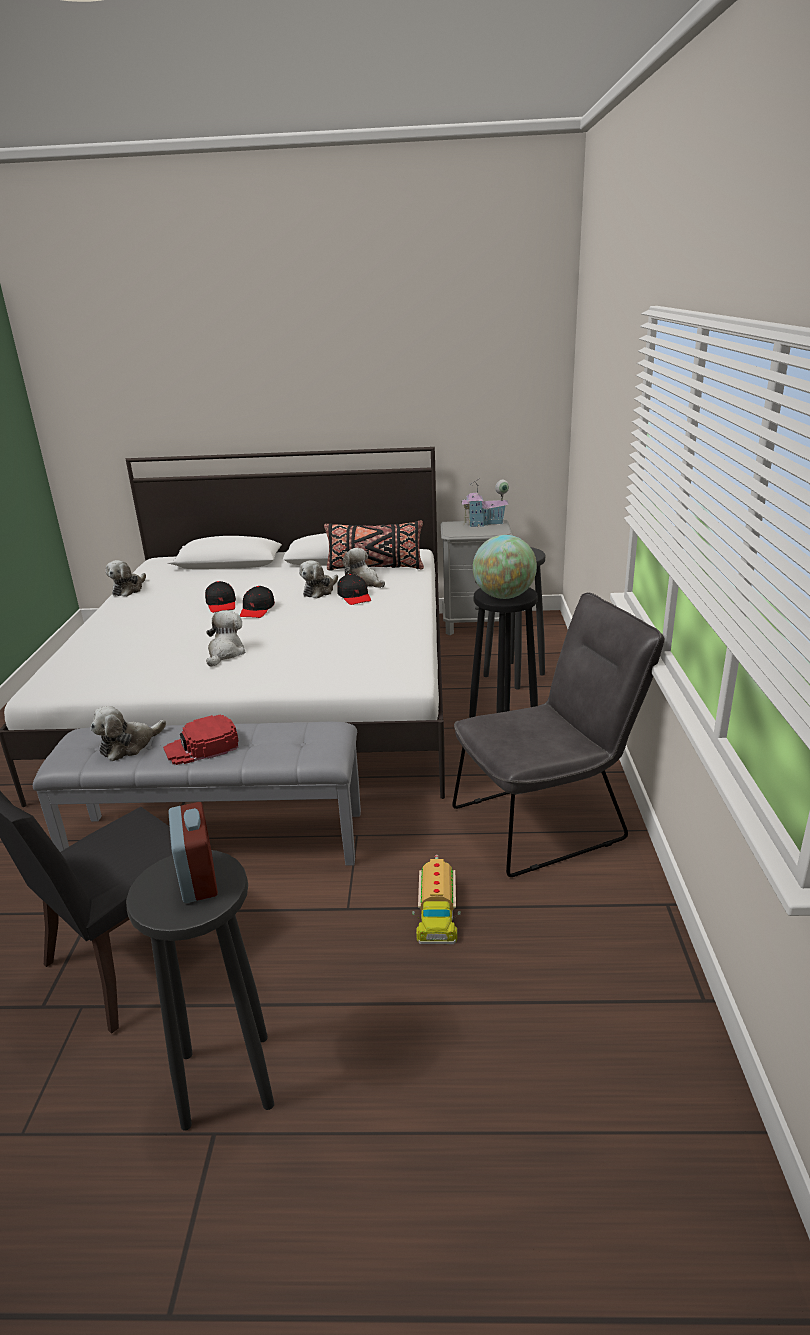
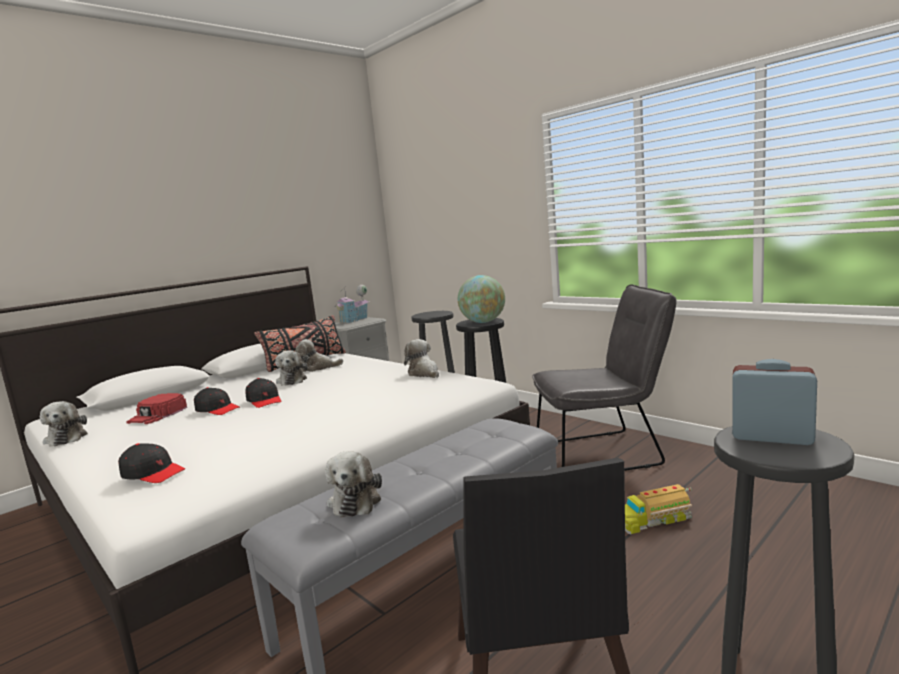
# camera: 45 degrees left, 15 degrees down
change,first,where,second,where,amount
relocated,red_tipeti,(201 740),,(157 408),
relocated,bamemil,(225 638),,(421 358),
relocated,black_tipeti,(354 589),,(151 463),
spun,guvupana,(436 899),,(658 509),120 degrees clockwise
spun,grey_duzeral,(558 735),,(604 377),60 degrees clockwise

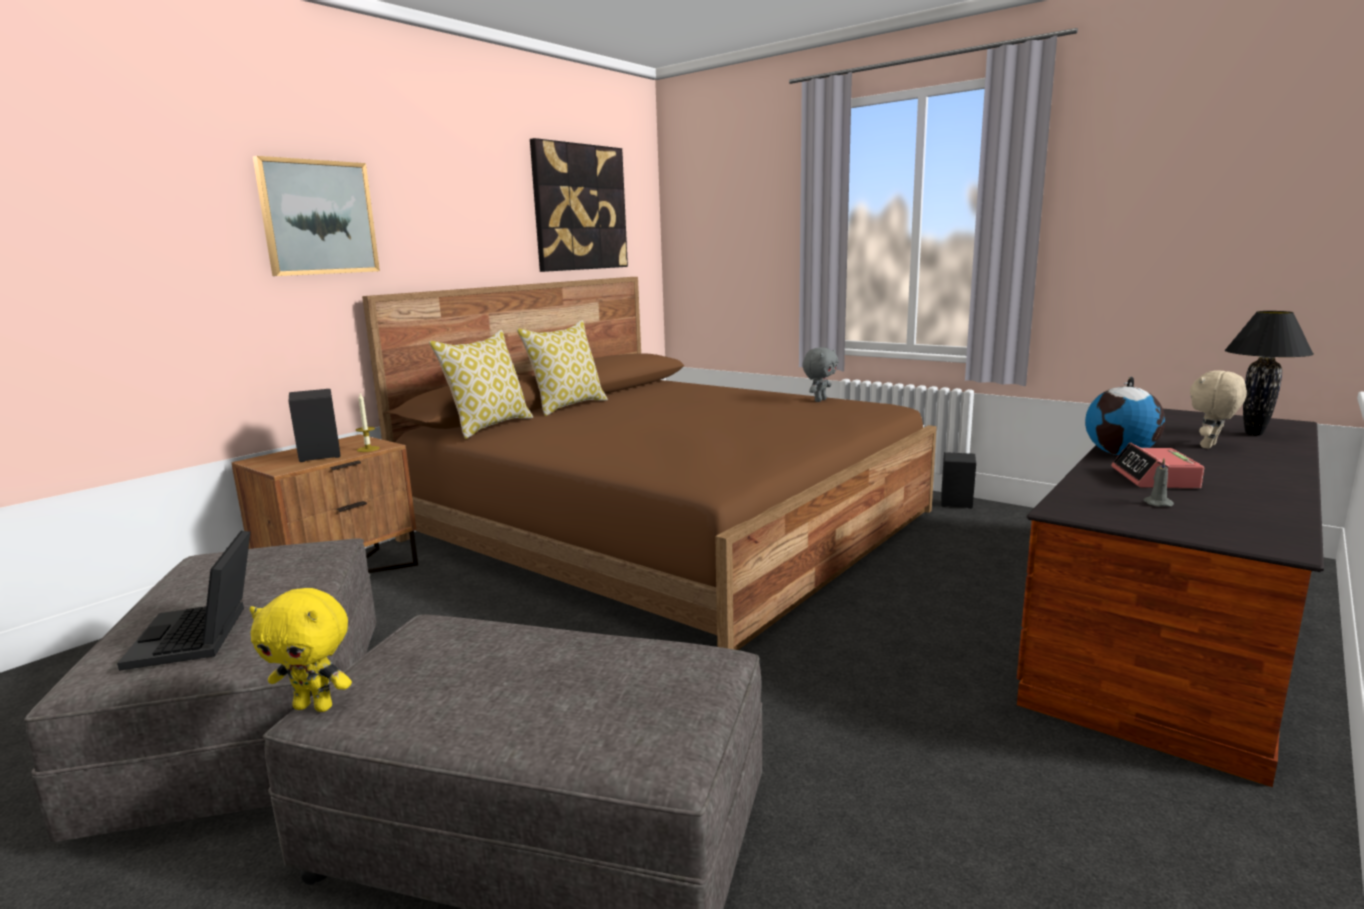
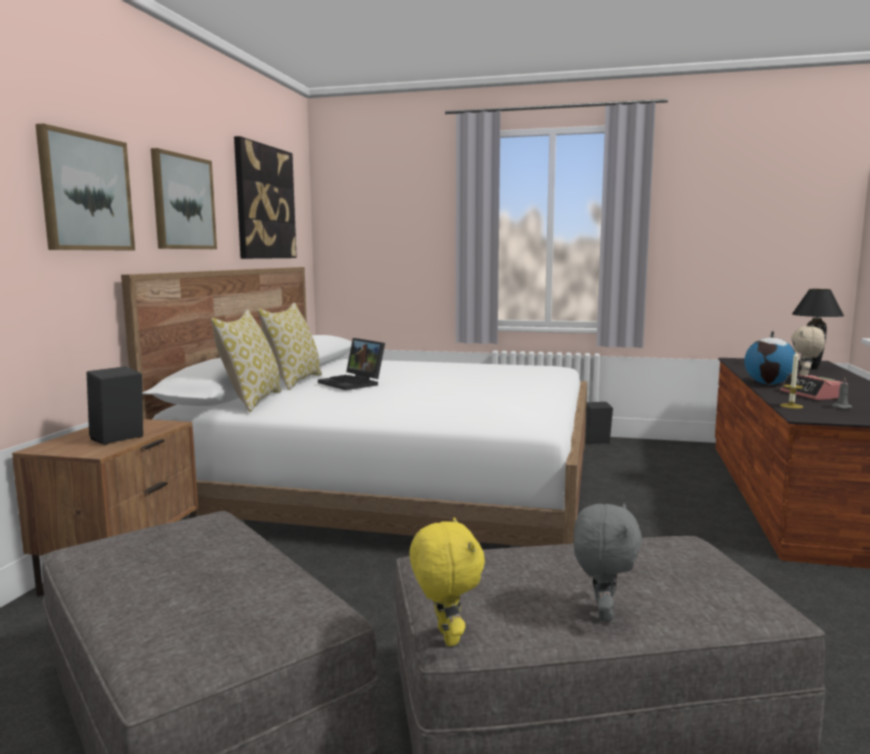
# camera: 25 degrees left, 5 degrees down
change,first,where,second,where,amount
appeared,,,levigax,(184 198),
relocated,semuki,(183 601),,(351 364),
relocated,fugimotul,(368 422),,(791 380),
relocated,grey_bamemil,(820 374),,(608 562),
colour,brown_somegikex,(649 463),white_somegikex,(354 407),
spun,yellow_bamemil,(300 650),,(447 581),90 degrees counterclockwise

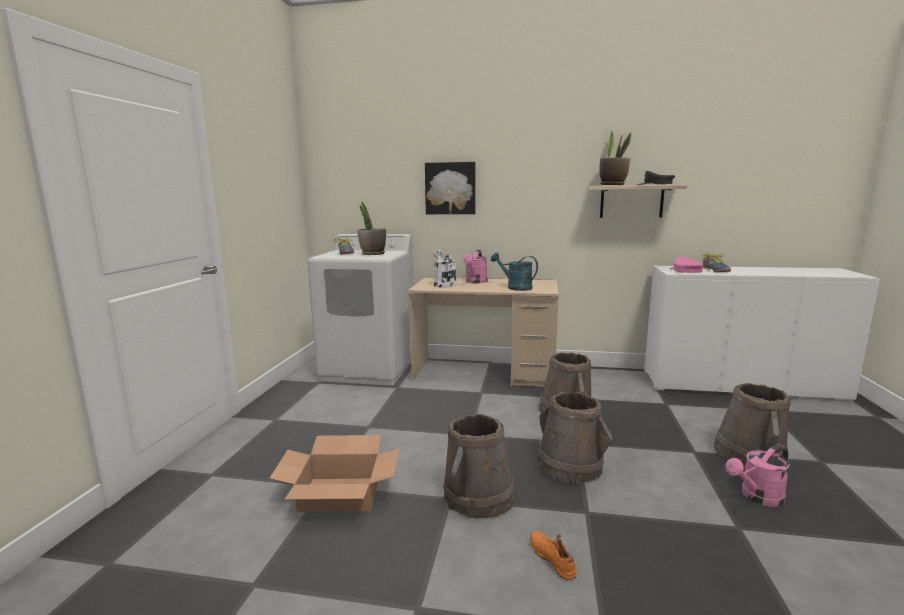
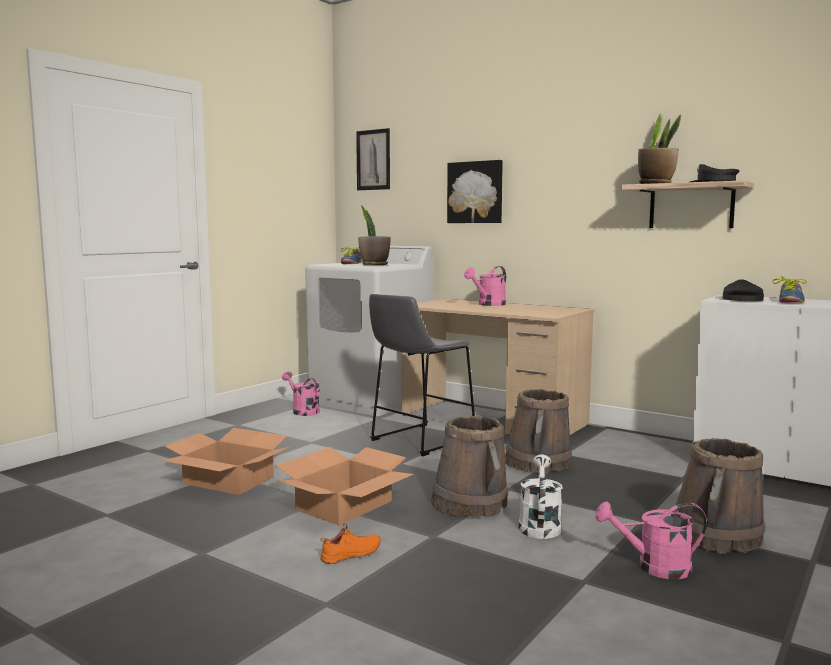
# camera: 25 degrees right, 5 degrees down
change,first,where,second,where,amount
missing,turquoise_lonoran,(514 272),,,
appeared,,,pink_lonoran,(301 393),
appeared,,,levigax,(373 159),
appeared,,,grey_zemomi,(422 374),
relocated,white_lonoran,(445 269),,(540 496),
exchanged,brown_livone,(479 466),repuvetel,(345 486),
colour,pink_tipeti,(686 264),black_tipeti,(743 290),
spun,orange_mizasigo,(553 555),,(350 543),60 degrees clockwise

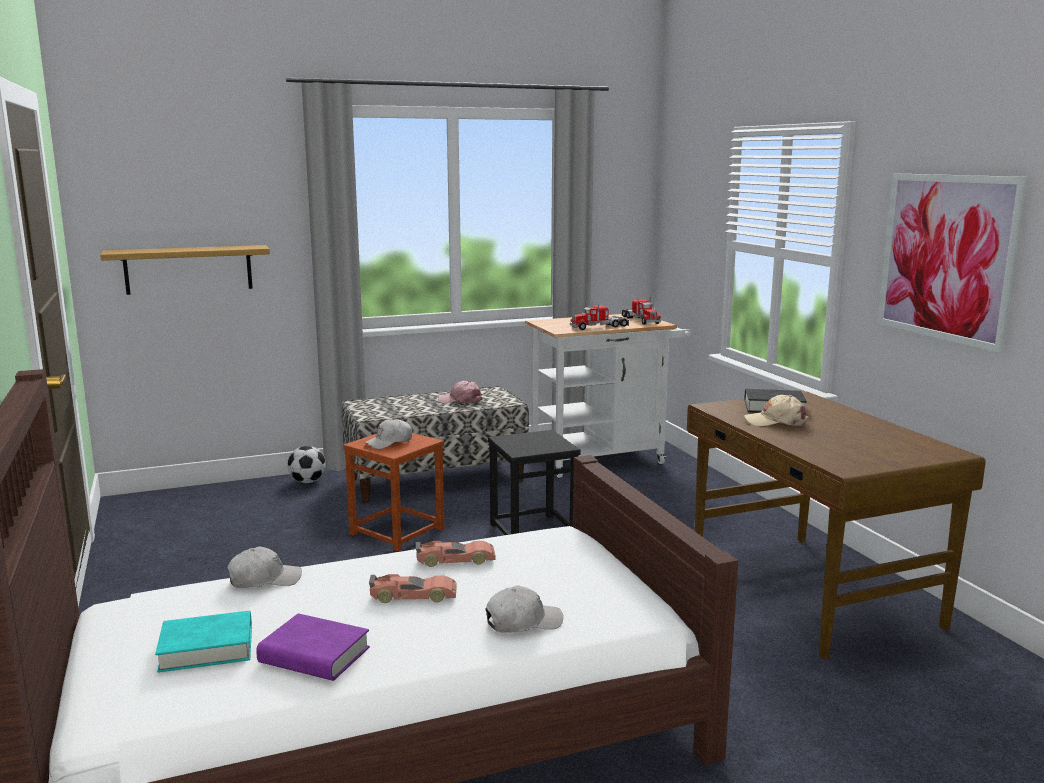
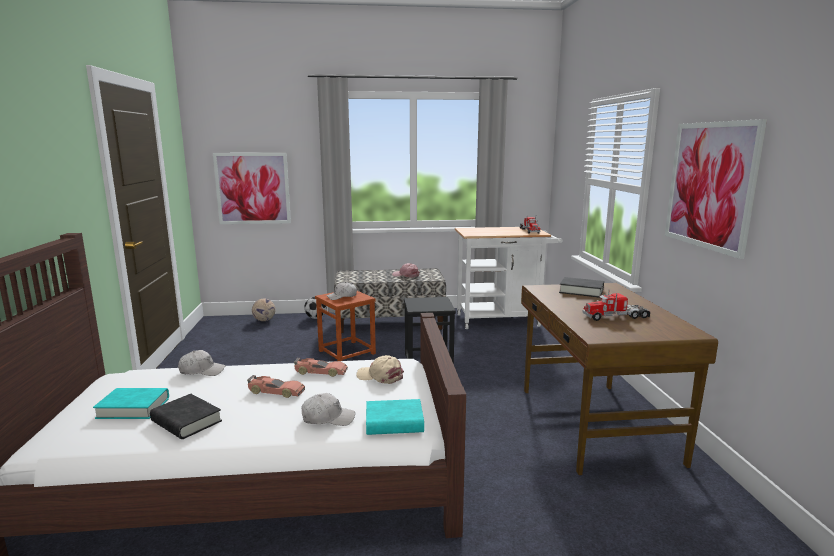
# camera: 15 degrees right, 0 degrees up
change,first,where,second,where,amount
appeared,,,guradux,(264 310),
appeared,,,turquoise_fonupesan,(395 417),
relocated,guvupana,(599 316),,(617 306),
relocated,beige_tipeti,(776 410),,(380 369),
exchanged,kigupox,(185 270),levigax,(252 188),
colour,purple_fonupesan,(313 647),black_fonupesan,(186 416),

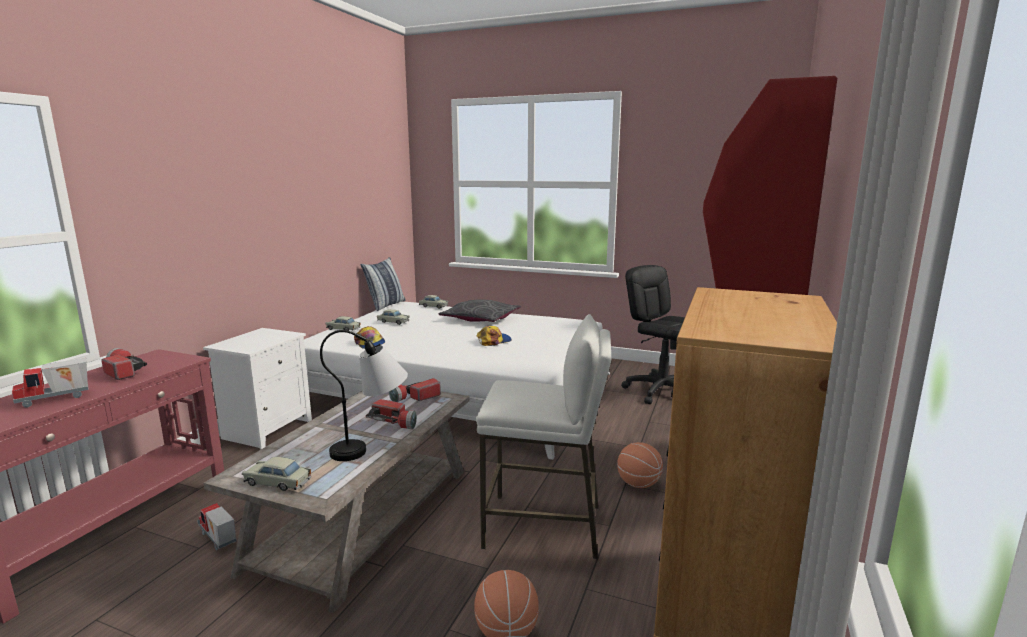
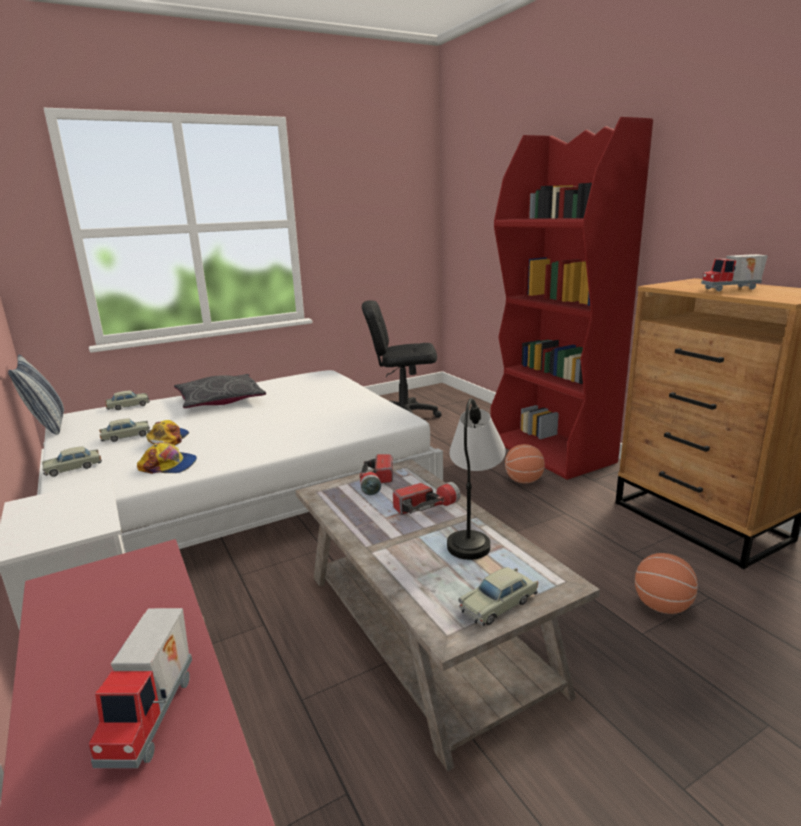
# camera: 50 degrees left, 5 degrees up
change,first,where,second,where,amount
missing,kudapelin,(124 364),,,
missing,white_zemomi,(543 436),,,
relocated,guvupana,(217 527),,(734 272),
relocated,tipeti,(494 336),,(167 432),

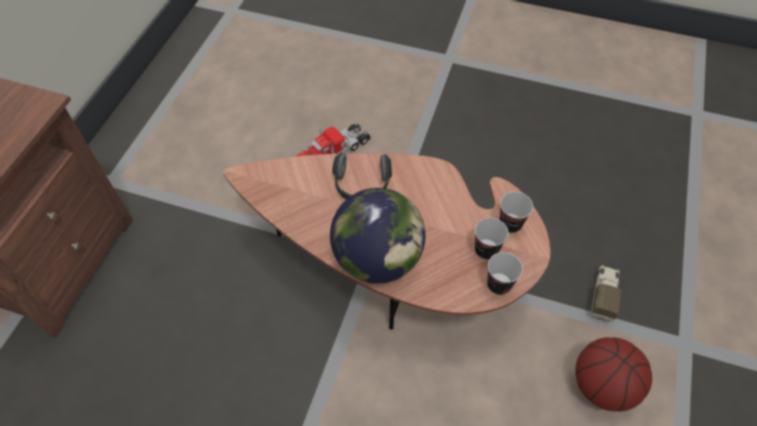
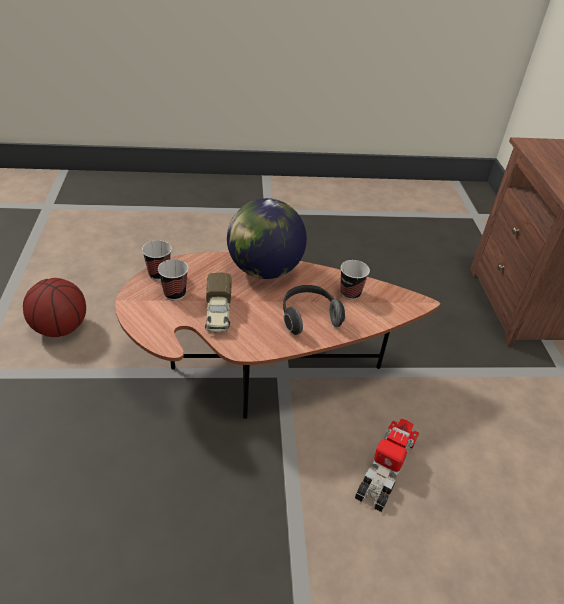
# camera: 155 degrees right, 15 degrees down
change,first,where,second,where,amount
relocated,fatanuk,(516 212),,(355 280),
relocated,guvupana,(606 293),,(218 302),

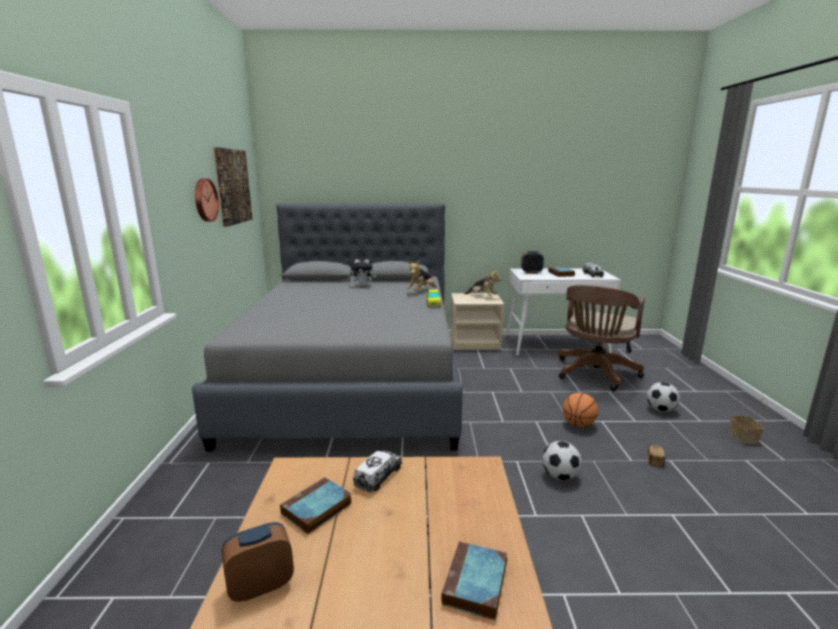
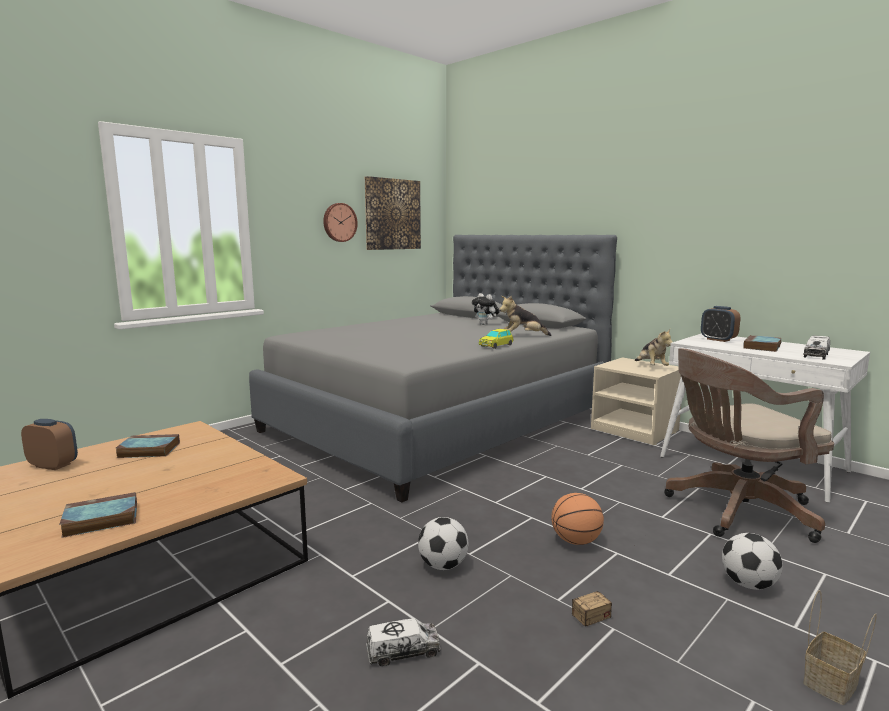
# camera: 45 degrees right, 5 degrees down
change,first,where,second,where,amount
relocated,guvupana,(377 471),,(403 642),

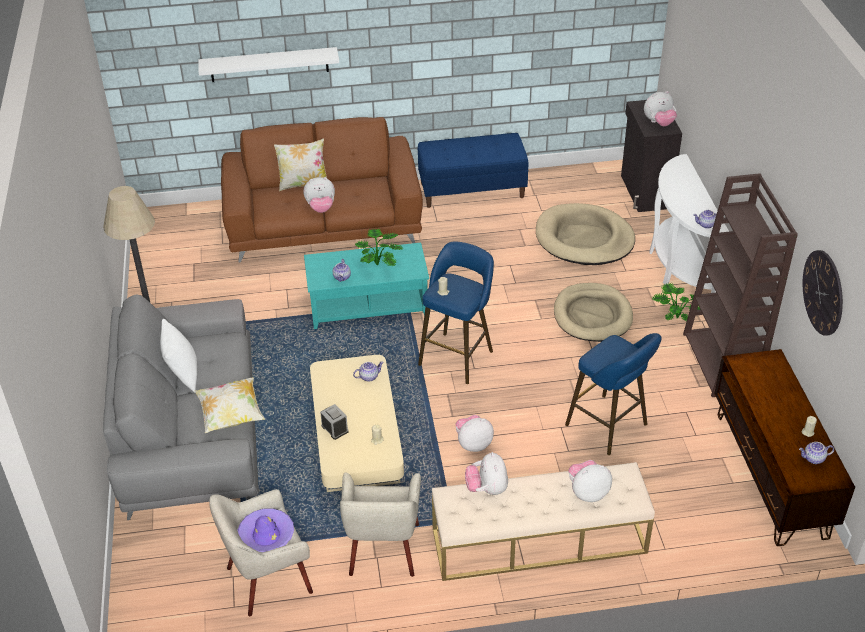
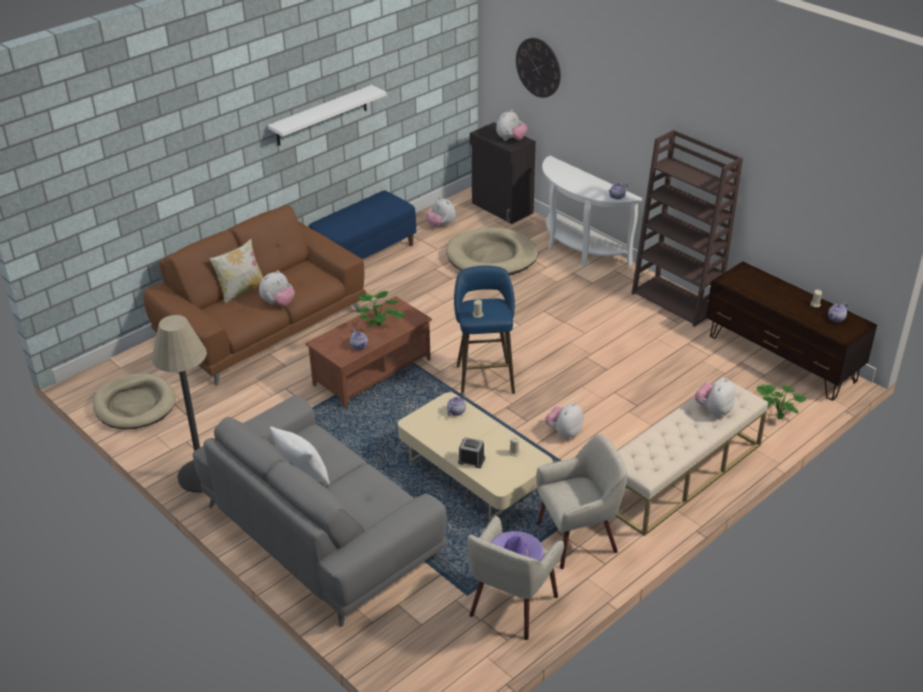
# camera: 35 degrees left, 5 degrees down
change,first,where,second,where,amount
missing,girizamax,(229 405),,,
missing,blue_zemomi,(613 394),,,
relocated,white_kigupox,(268 64),,(327 115),
relocated,bamemil,(486 473),,(441 212),
relocated,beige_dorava,(593 312),,(134 401),
relocated,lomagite,(676 302),,(781 402),
relocated,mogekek,(823 293),,(538 68),
colour,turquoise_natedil,(366 286),brown_natedil,(369 352),
spun,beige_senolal,(380 525),,(581 501),75 degrees counterclockwise

